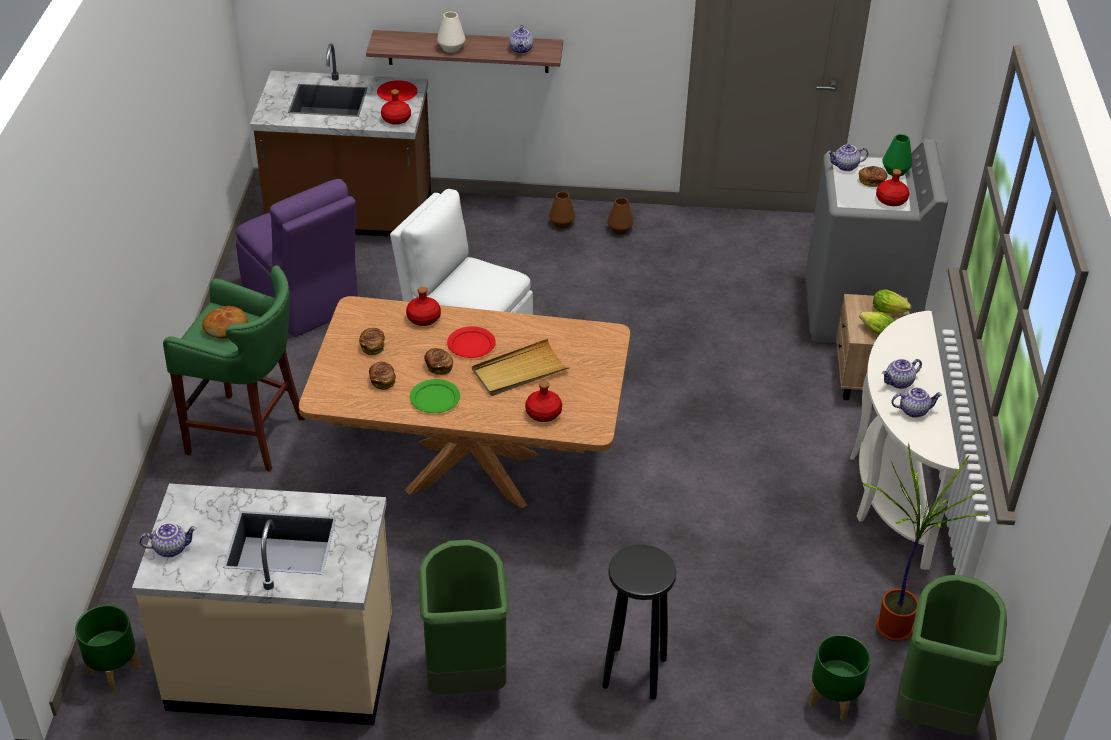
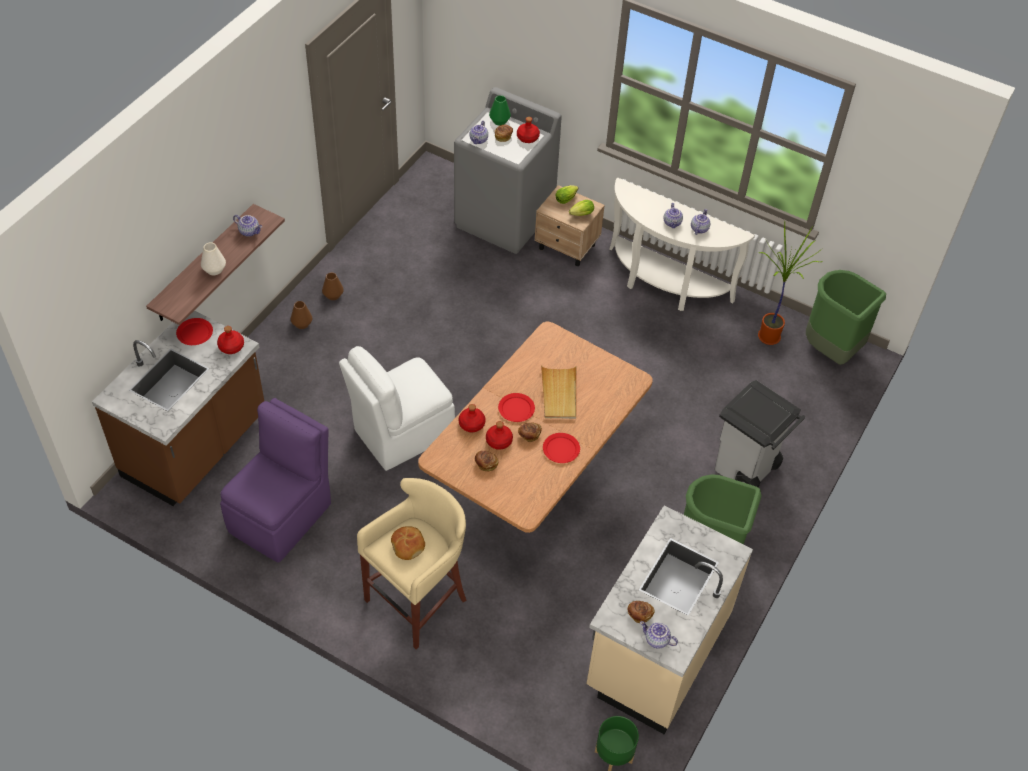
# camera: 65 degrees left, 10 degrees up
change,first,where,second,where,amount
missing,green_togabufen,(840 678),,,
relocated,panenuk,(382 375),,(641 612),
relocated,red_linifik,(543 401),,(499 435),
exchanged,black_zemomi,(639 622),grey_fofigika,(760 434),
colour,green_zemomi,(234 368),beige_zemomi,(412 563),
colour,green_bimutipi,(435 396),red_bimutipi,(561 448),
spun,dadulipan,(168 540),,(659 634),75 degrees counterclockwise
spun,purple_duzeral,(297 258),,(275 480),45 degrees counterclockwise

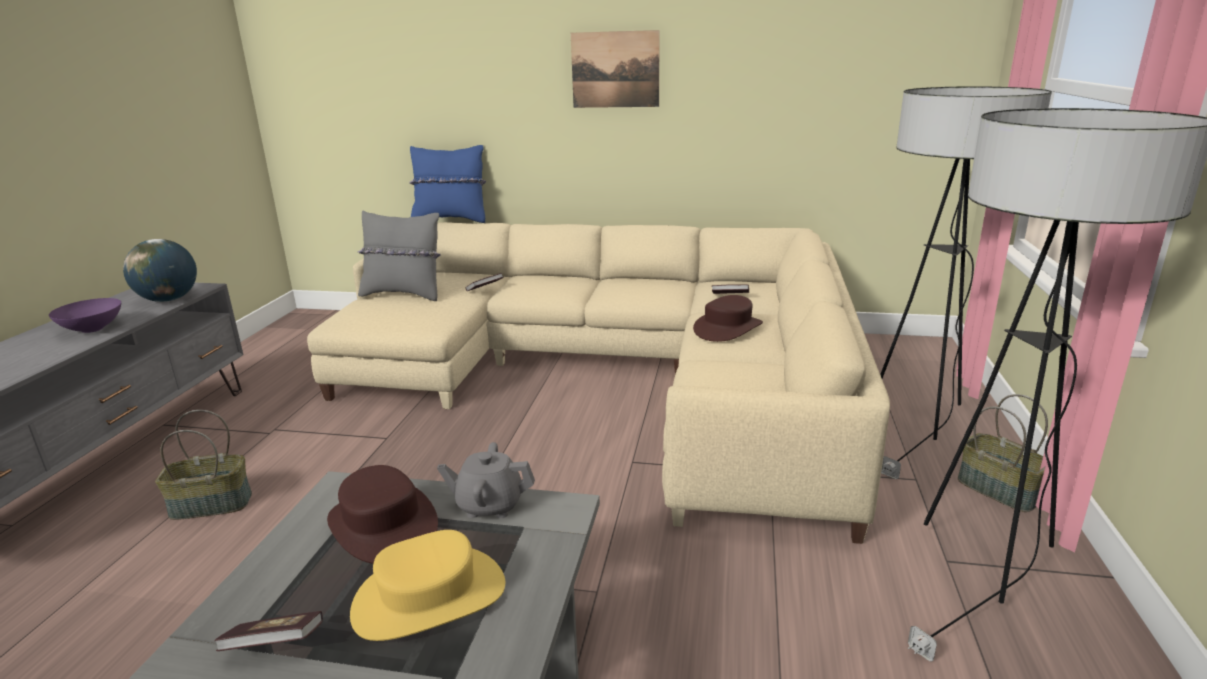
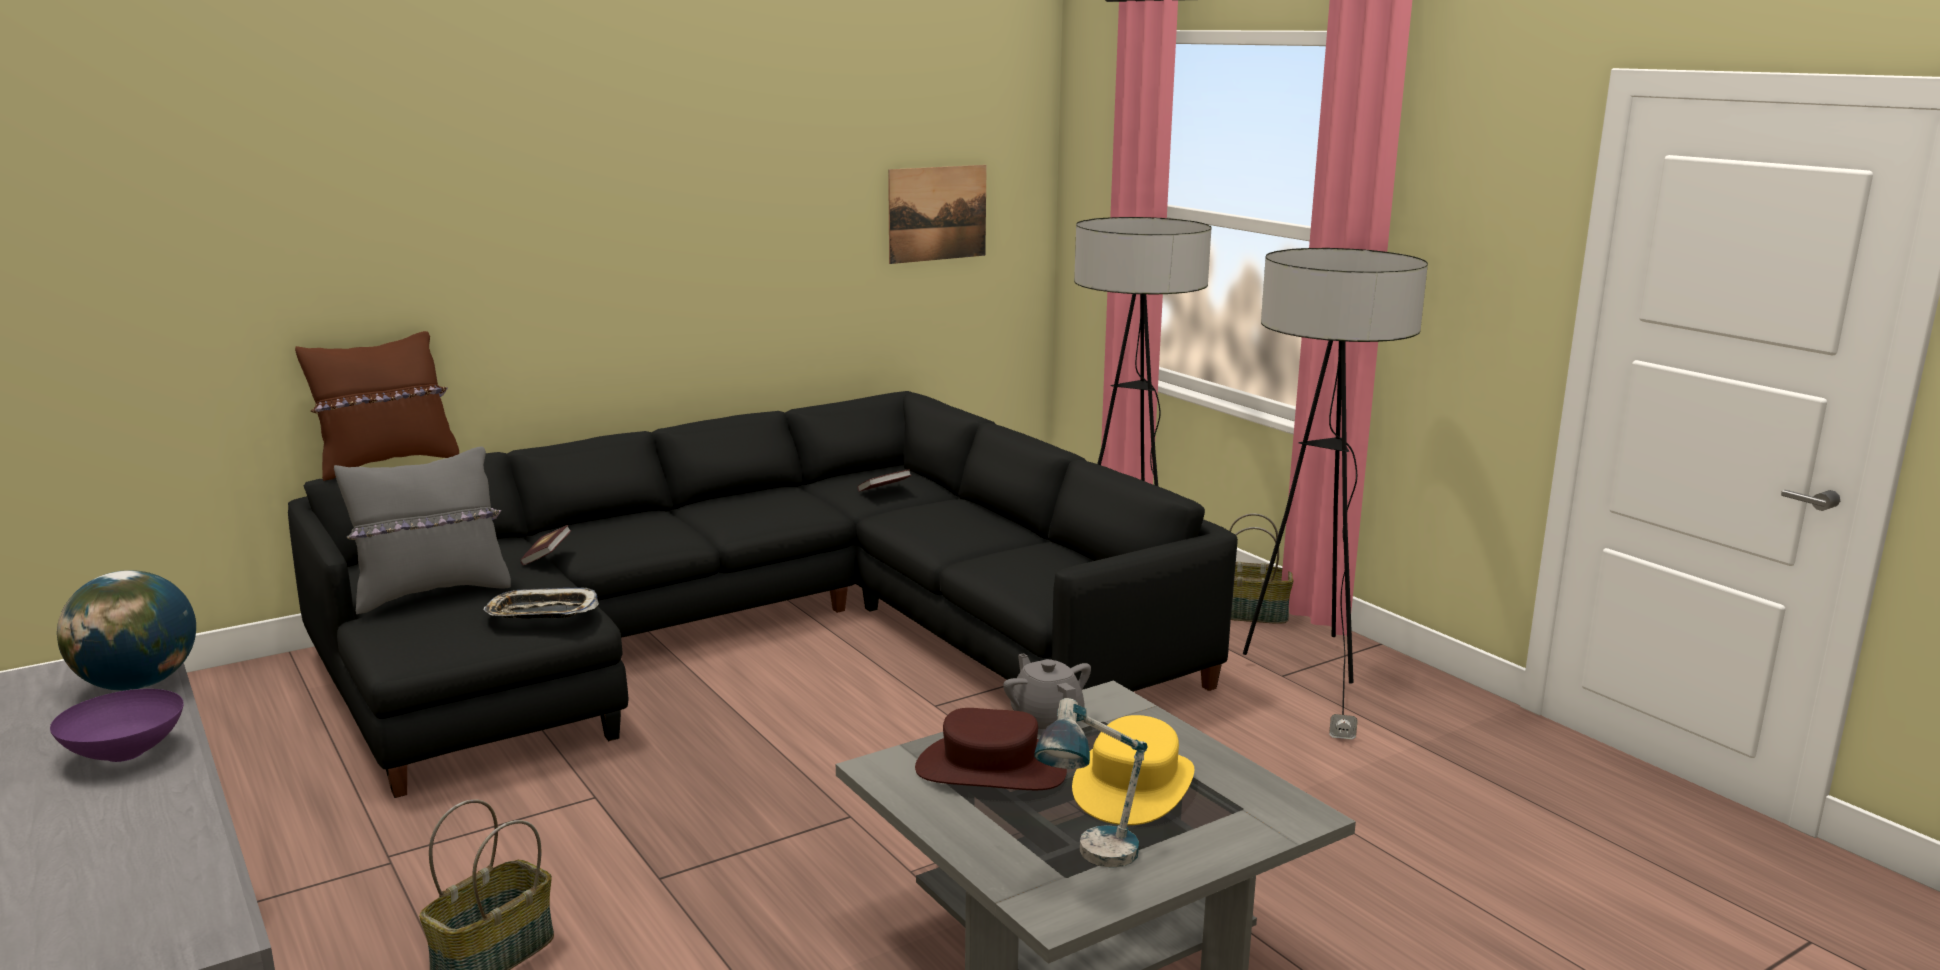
# camera: 45 degrees left, 5 degrees down
change,first,where,second,where,amount
missing,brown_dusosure,(728 318),,,
appeared,,,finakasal,(541 603),
relocated,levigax,(615 69),,(937 214),
exchanged,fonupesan,(268 631),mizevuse,(1091 783),
colour,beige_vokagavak,(598 383),black_vokagavak,(763 594),
colour,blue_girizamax,(447 184),brown_girizamax,(377 406),
spun,grey_dadulipan,(486 480),,(1047 694),105 degrees clockwise

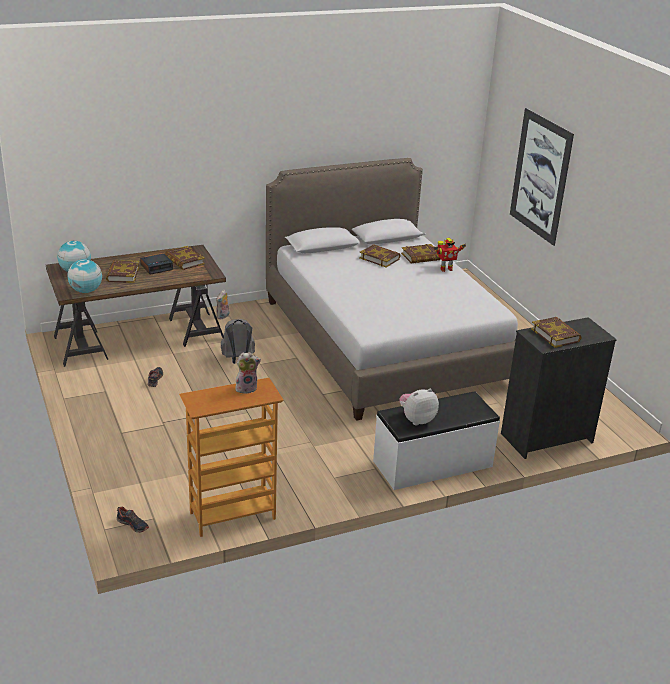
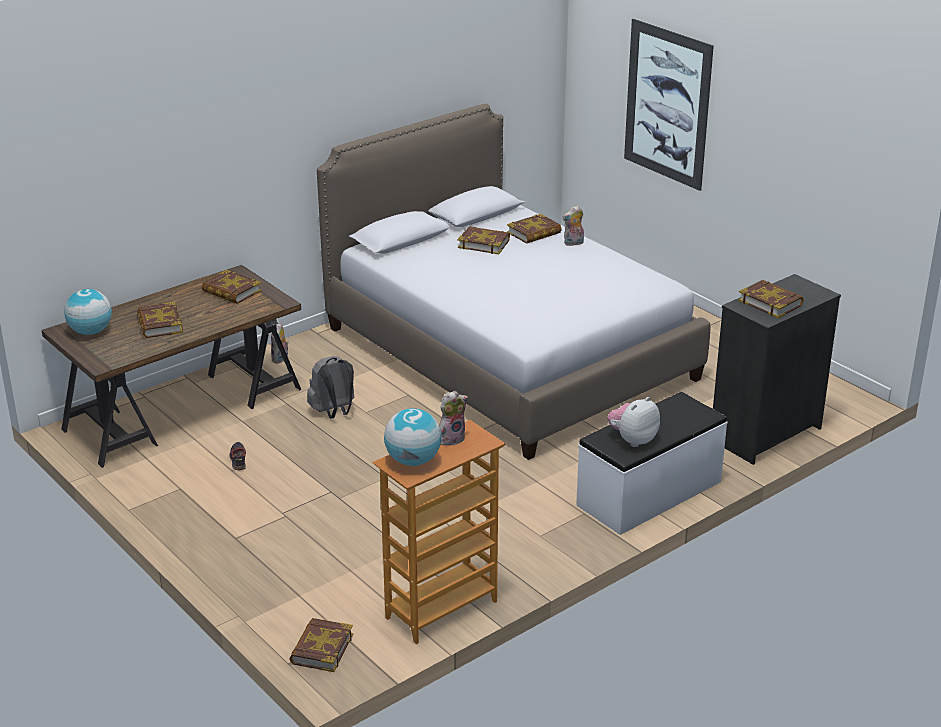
# camera: 15 degrees left, 0 degrees up
change,first,where,second,where,amount
missing,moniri,(156 264),,,
relocated,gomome,(84 276),,(412 437),
exchanged,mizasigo,(133 520),fonupesan,(321 645),
exchanged,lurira,(450 255),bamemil,(573 225),

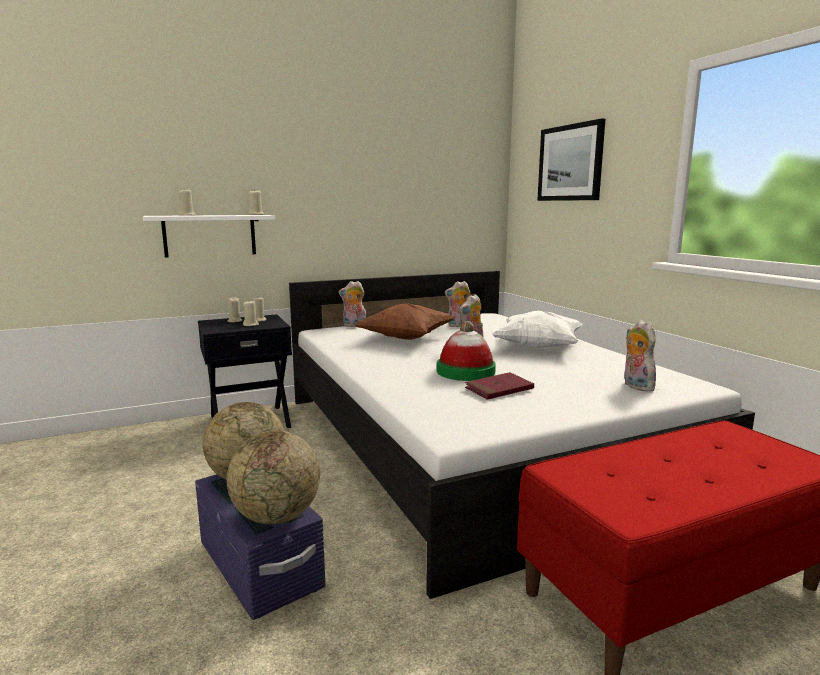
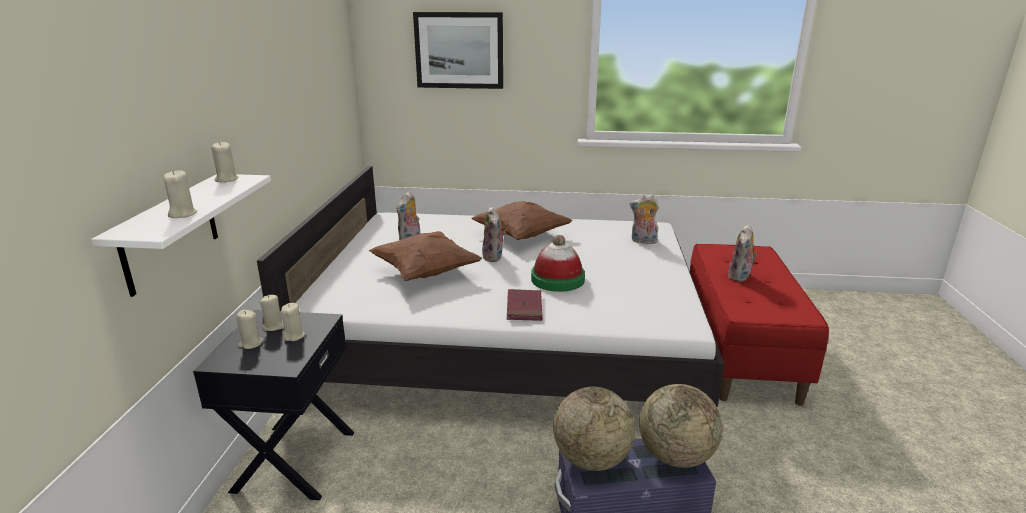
# camera: 60 degrees left, 10 degrees up
change,first,where,second,where,amount
relocated,bamemil,(352 304),,(743 253),
relocated,red_fonupesan,(499 386),,(525 305),
colour,white_girizamax,(537 330),brown_girizamax,(522 220),

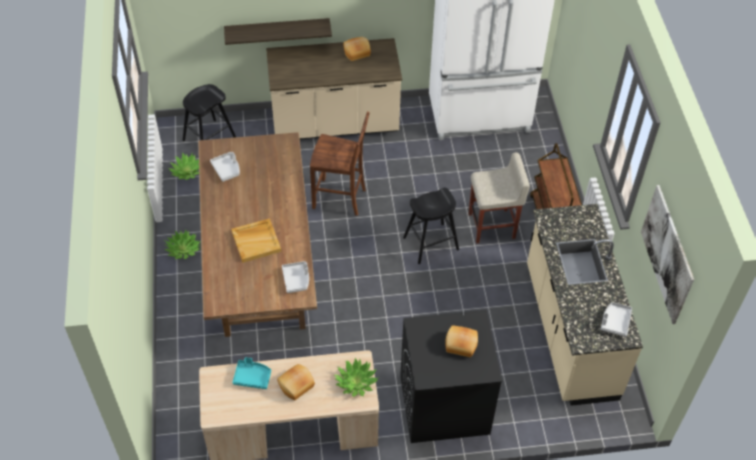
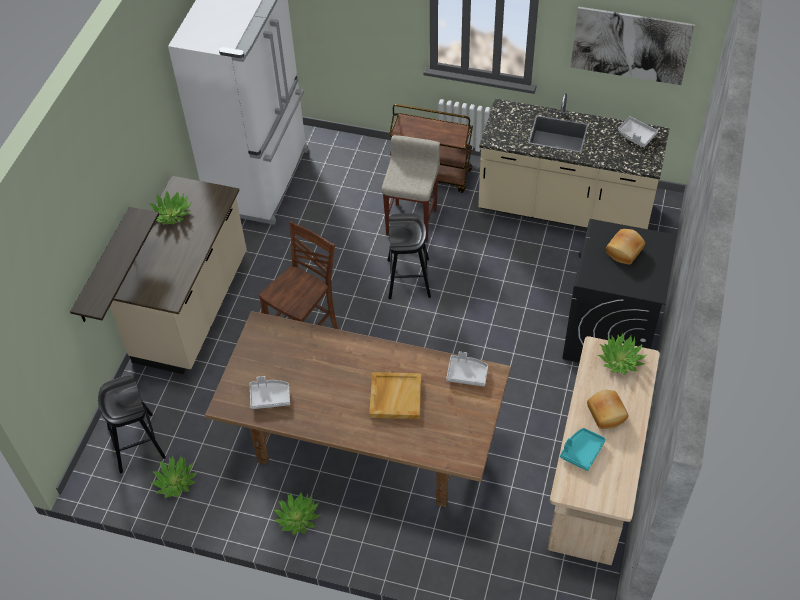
# camera: 65 degrees left, 0 degrees up
change,first,where,second,where,amount
exchanged,panenuk,(357 49),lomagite,(171 207),

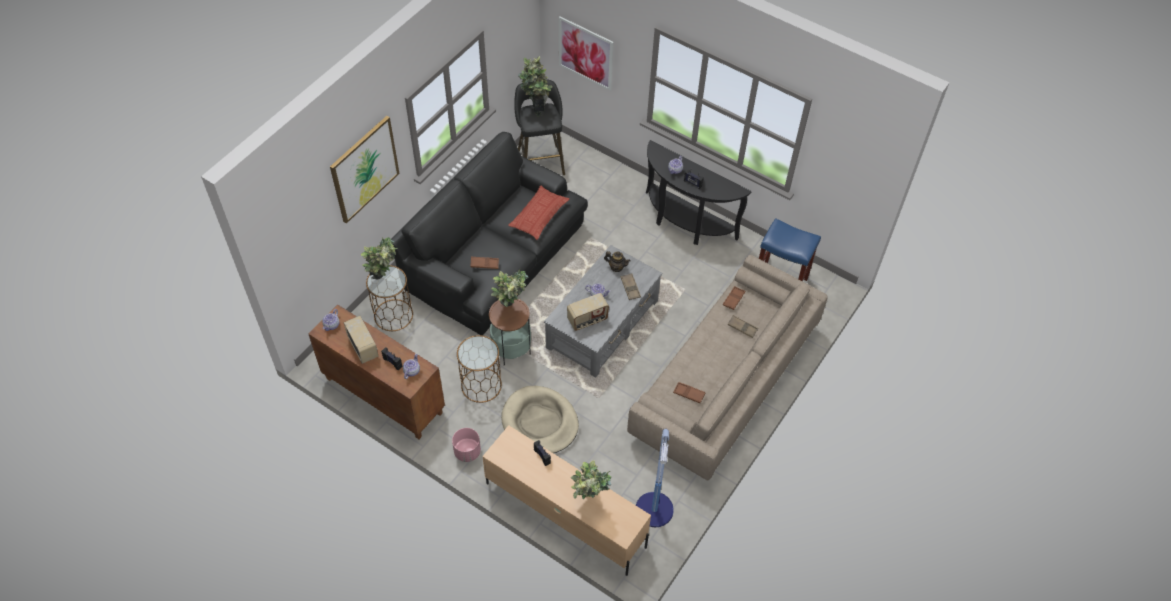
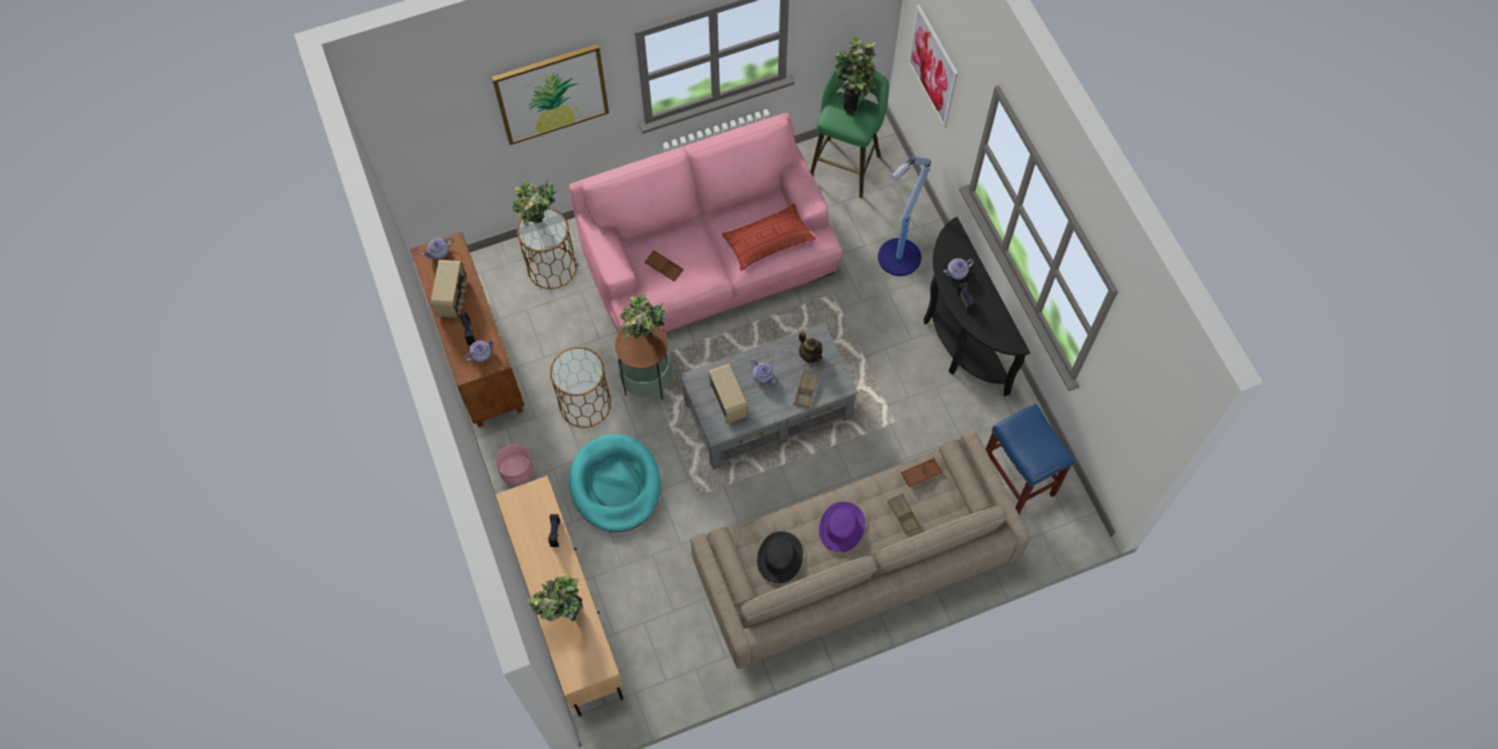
# camera: 35 degrees right, 10 degrees up
change,first,where,second,where,amount
appeared,,,purple_dusosure,(842 527),
relocated,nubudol,(655 478),,(904 216),
exchanged,brown_finakasal,(689 392),black_dusosure,(780 557),
colour,black_vokagavak,(489 234),pink_vokagavak,(705 223),
colour,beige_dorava,(540 419),turquoise_dorava,(615 483),
colour,black_zemomi,(539 127),green_zemomi,(849 132),
spun,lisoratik,(588 312),,(728 393),120 degrees counterclockwise

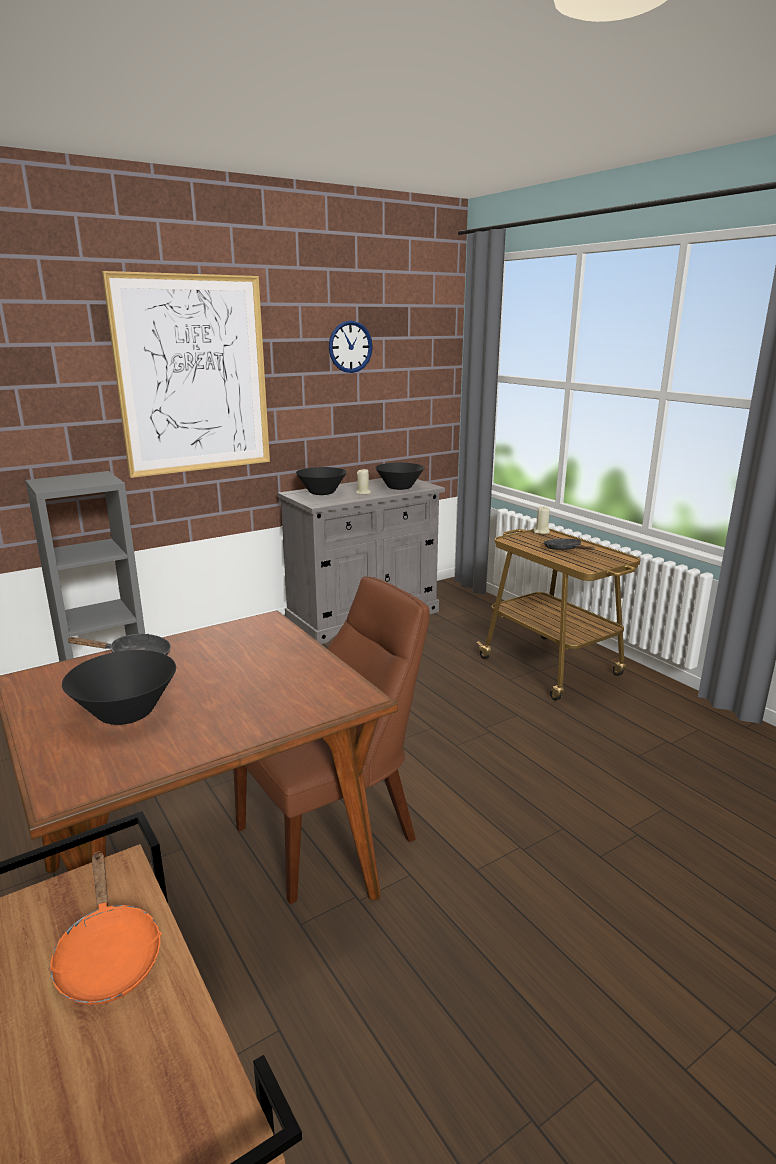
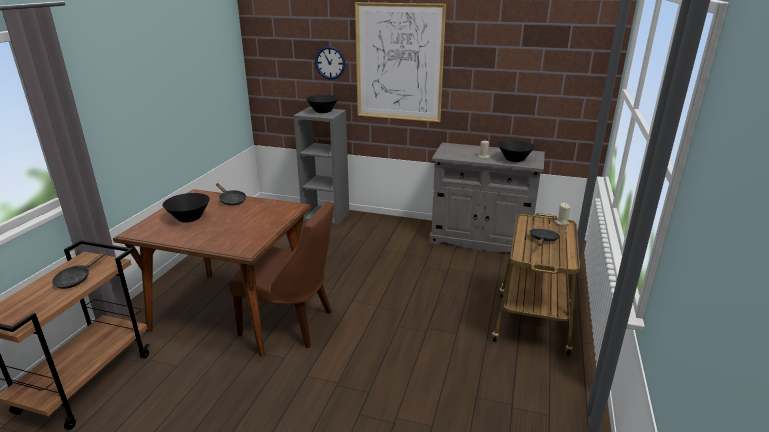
# camera: 50 degrees right, 5 degrees up
change,first,where,second,where,amount
relocated,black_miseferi,(321 481),,(322 104),
relocated,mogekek,(351 346),,(330 63),
colour,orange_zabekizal,(105 928),black_zabekizal,(79 270),

